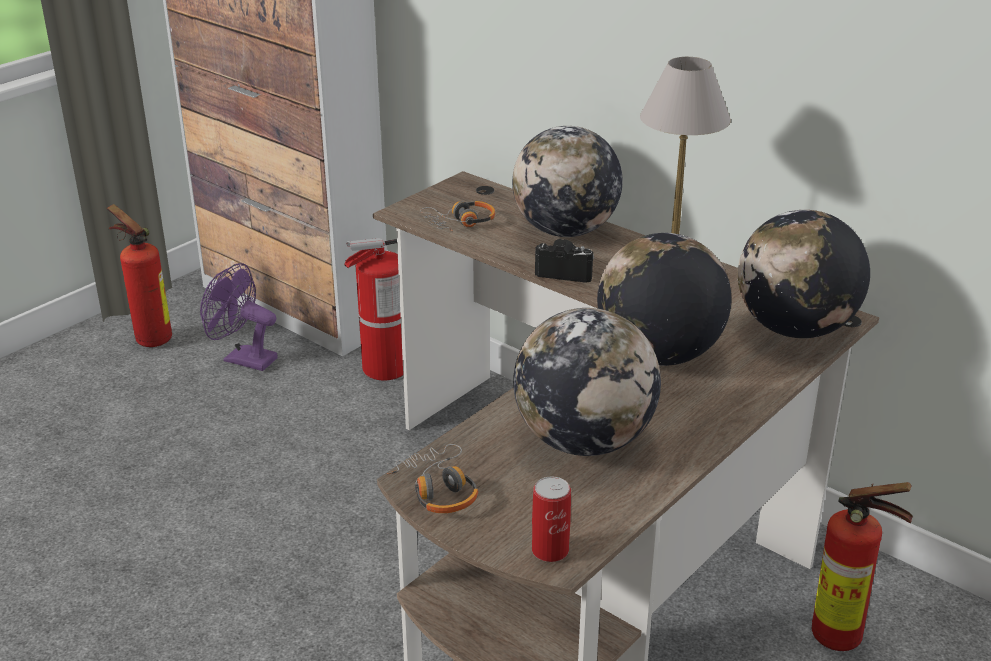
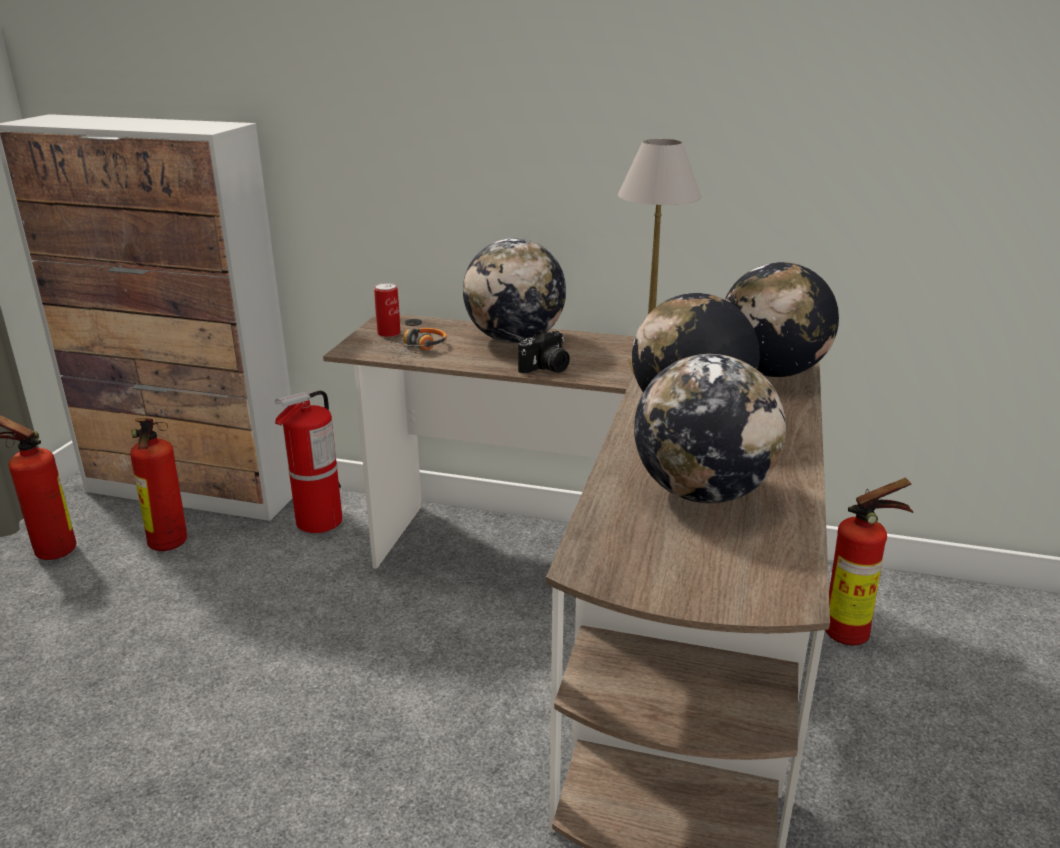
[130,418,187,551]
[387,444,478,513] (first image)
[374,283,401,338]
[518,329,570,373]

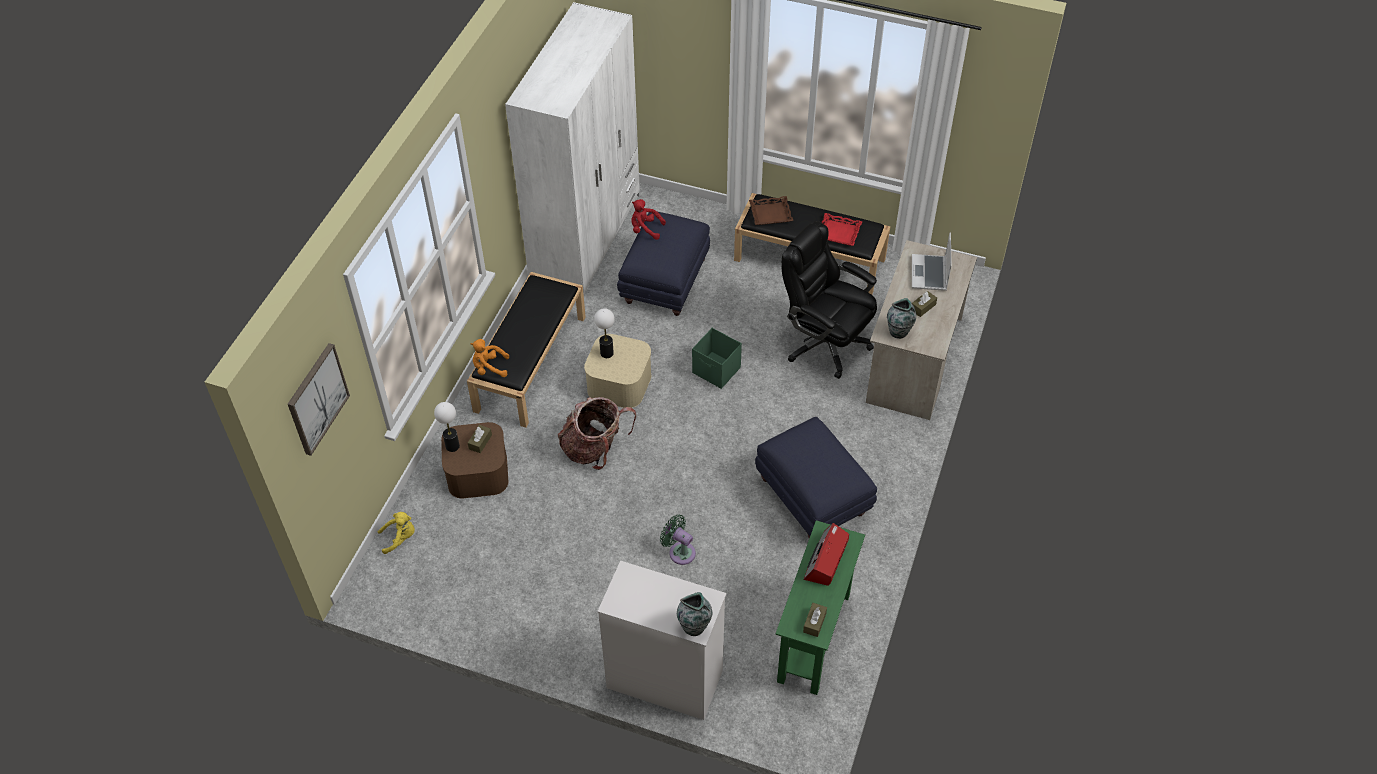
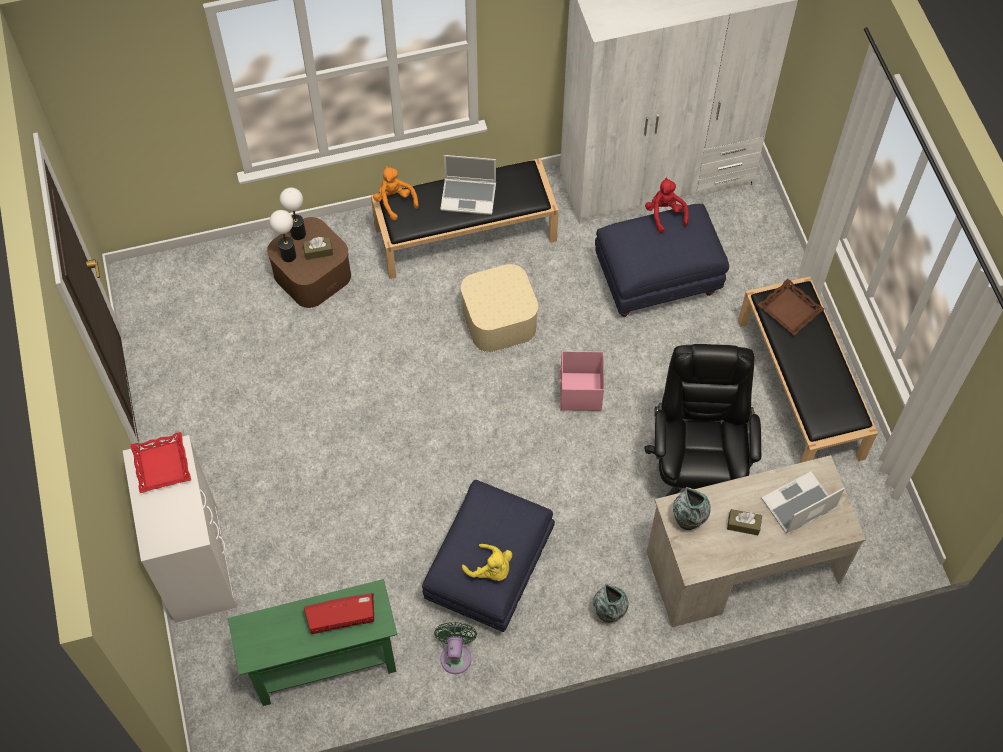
[288,343,350,456] (first image)
[462,544,512,581]
[558,397,636,470] (first image)
[269,210,296,262]
[434,622,477,674]
[593,584,629,623]
[559,351,604,411]
[803,603,827,637] (first image)
[131,432,191,493]
[440,155,496,215]

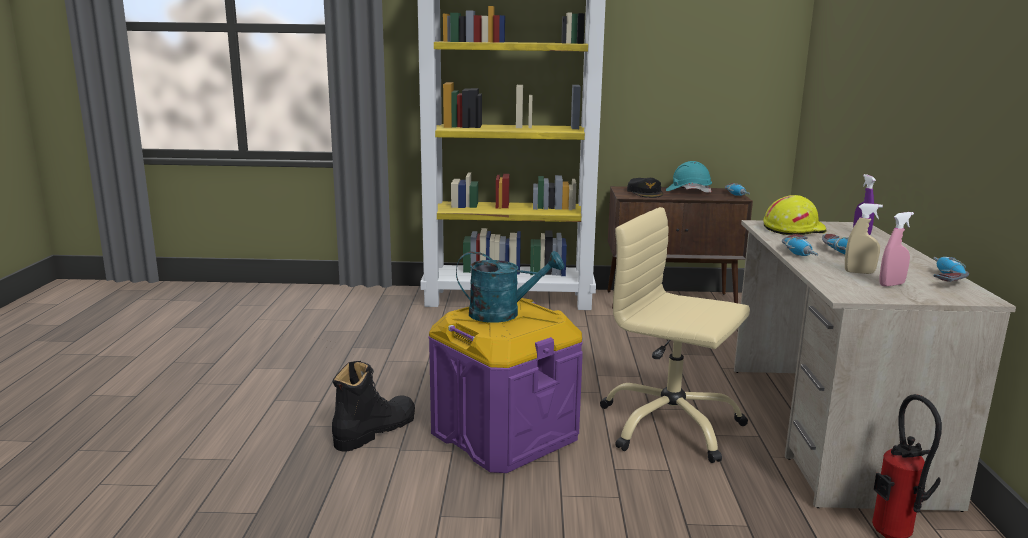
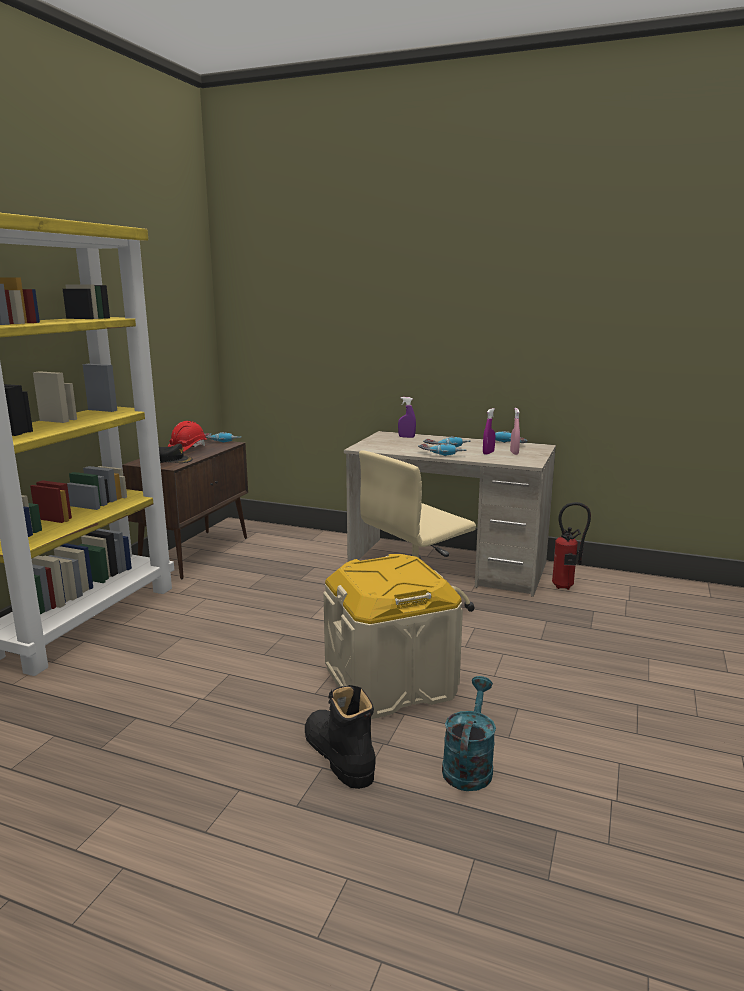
[323,554,463,719]
[442,676,496,791]
[168,421,207,452]
[763,195,827,235] (first image)
[483,408,495,455]

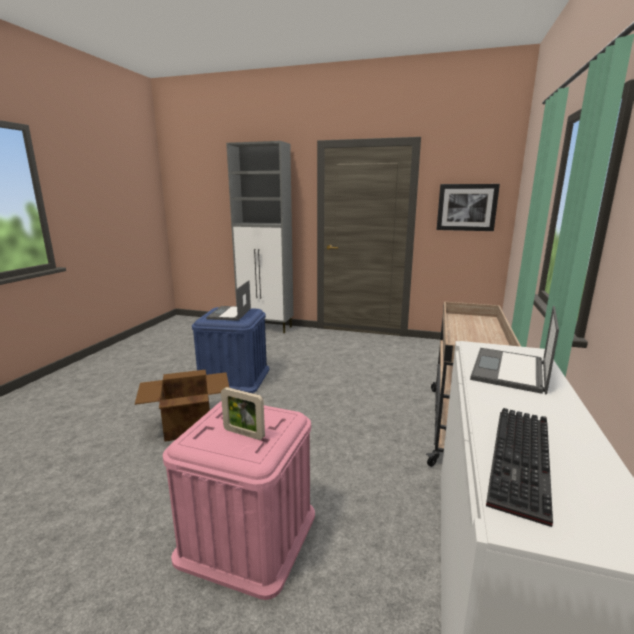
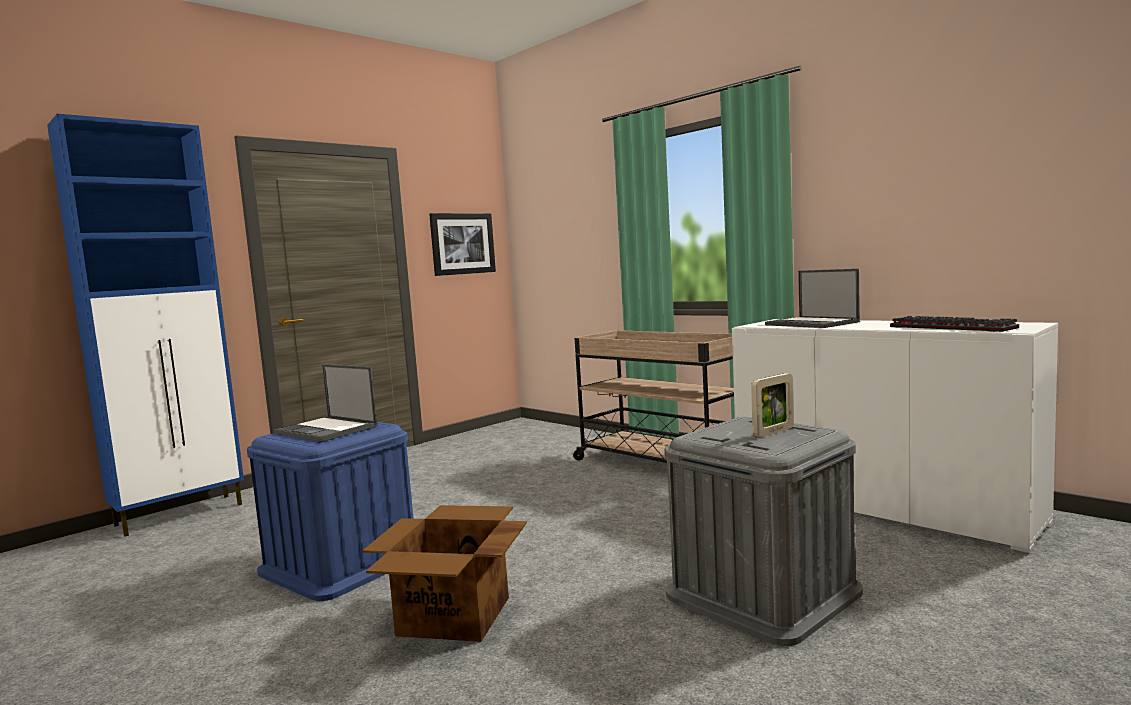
[664,417,863,646]
[47,114,244,537]

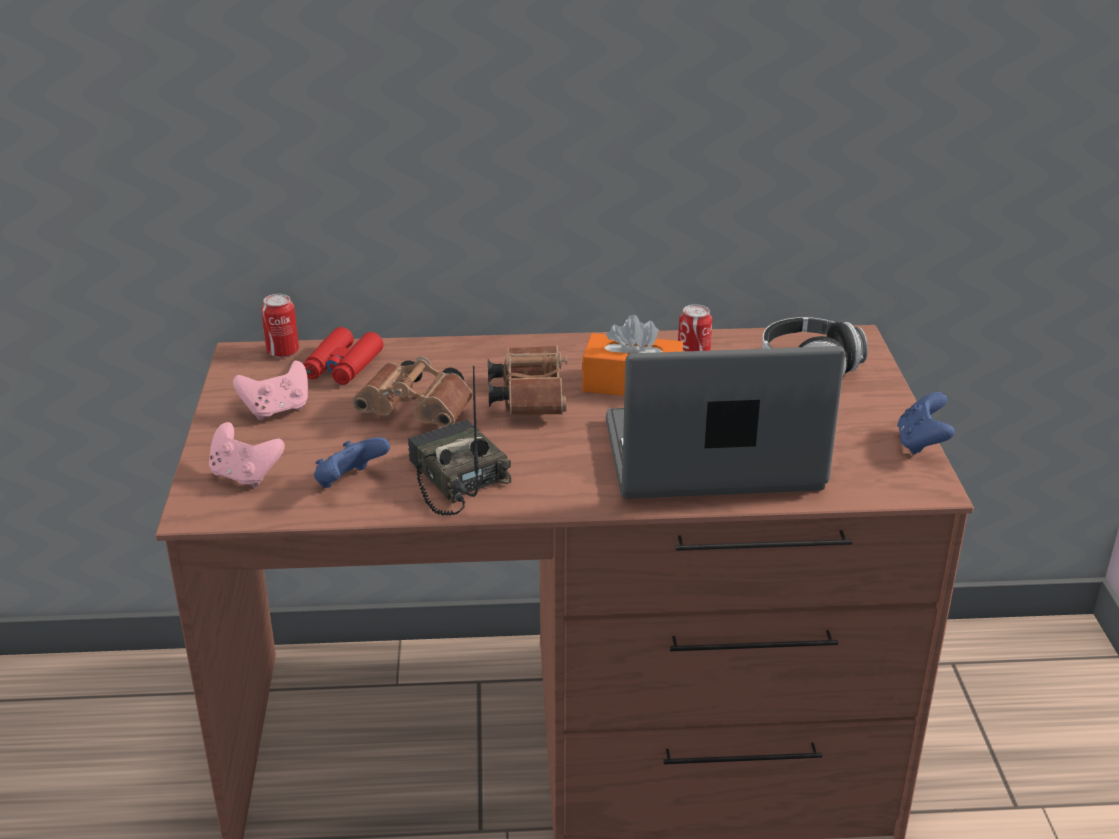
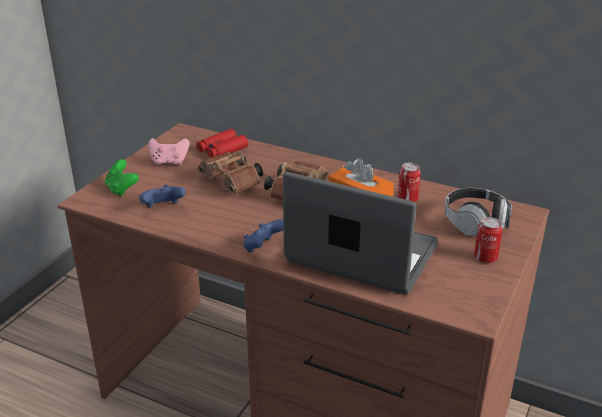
[105,159,139,197]
[474,217,503,263]
[408,366,511,516] (first image)
[243,219,283,252]

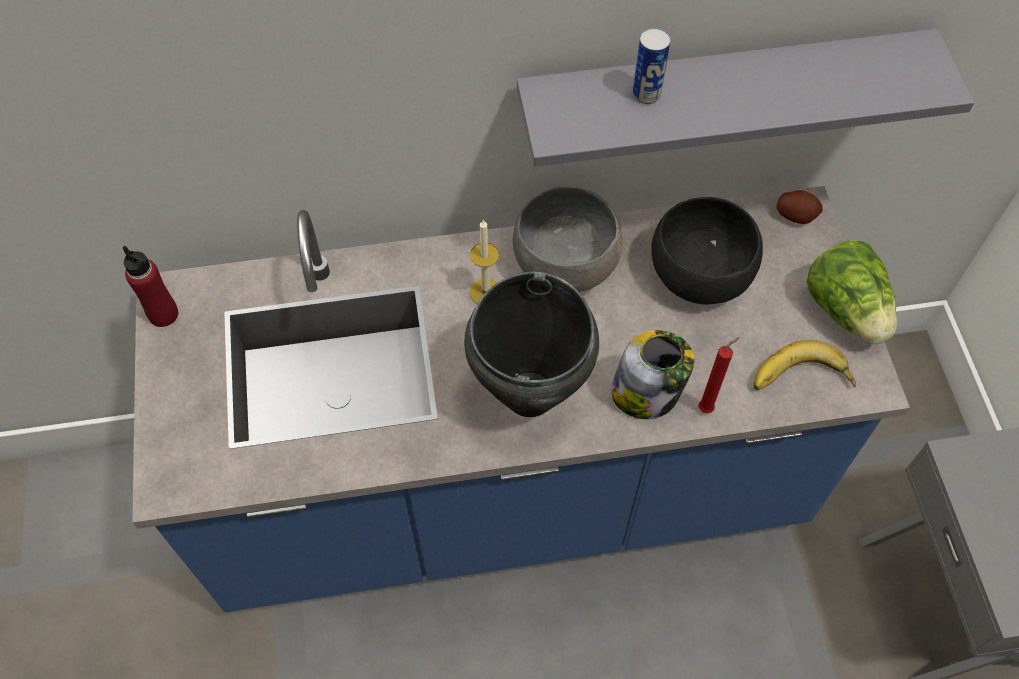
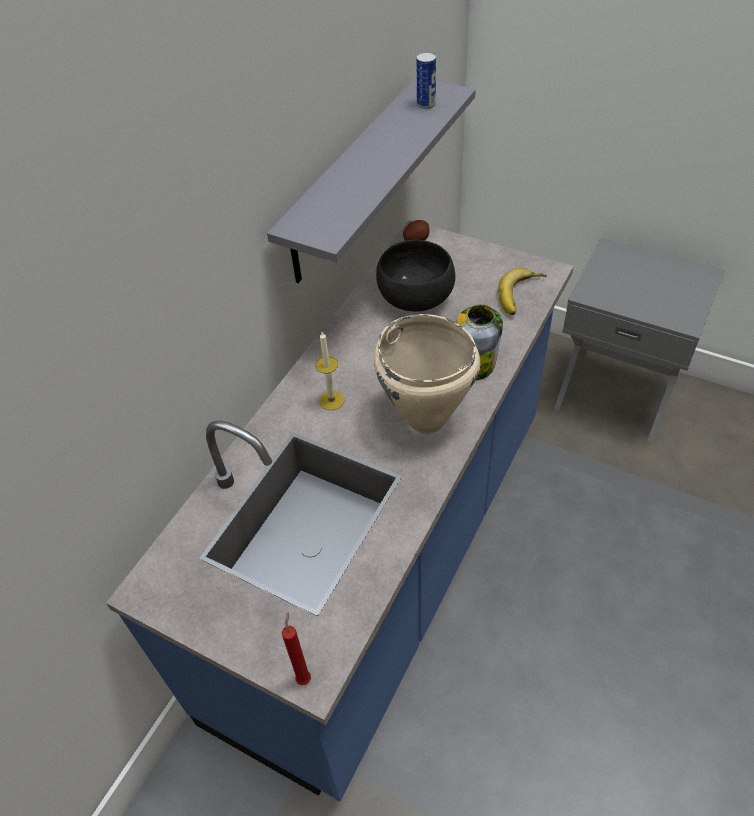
[123,246,178,327] (first image)
[374,314,480,434]
[513,186,623,292] (first image)
[416,52,436,109]
[282,612,311,685]
[807,240,897,344] (first image)

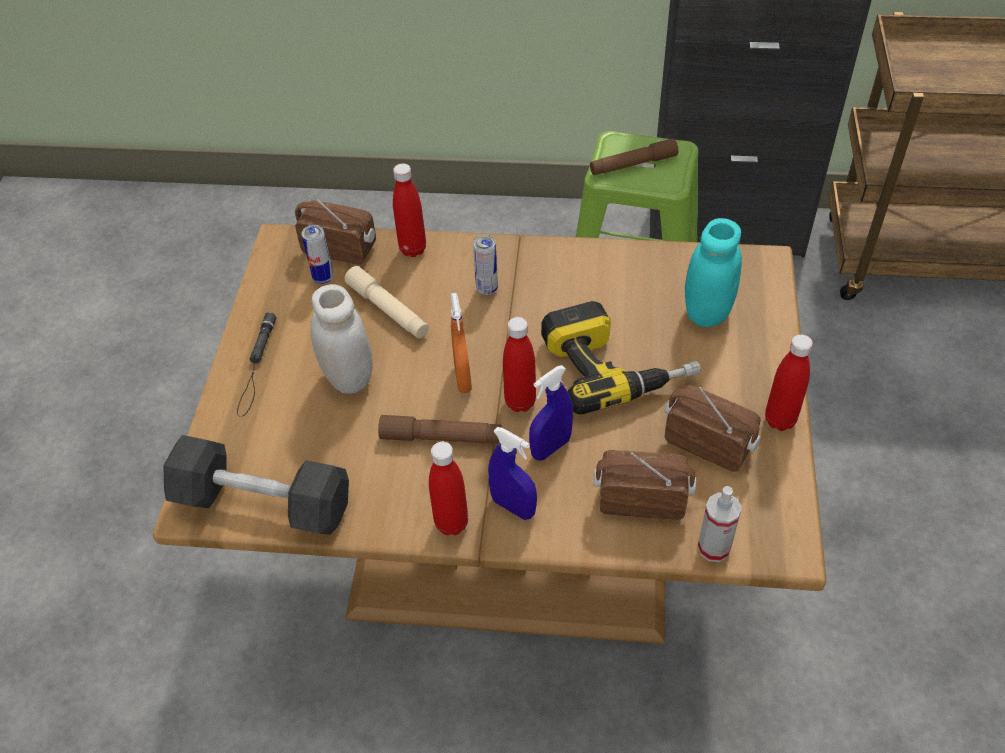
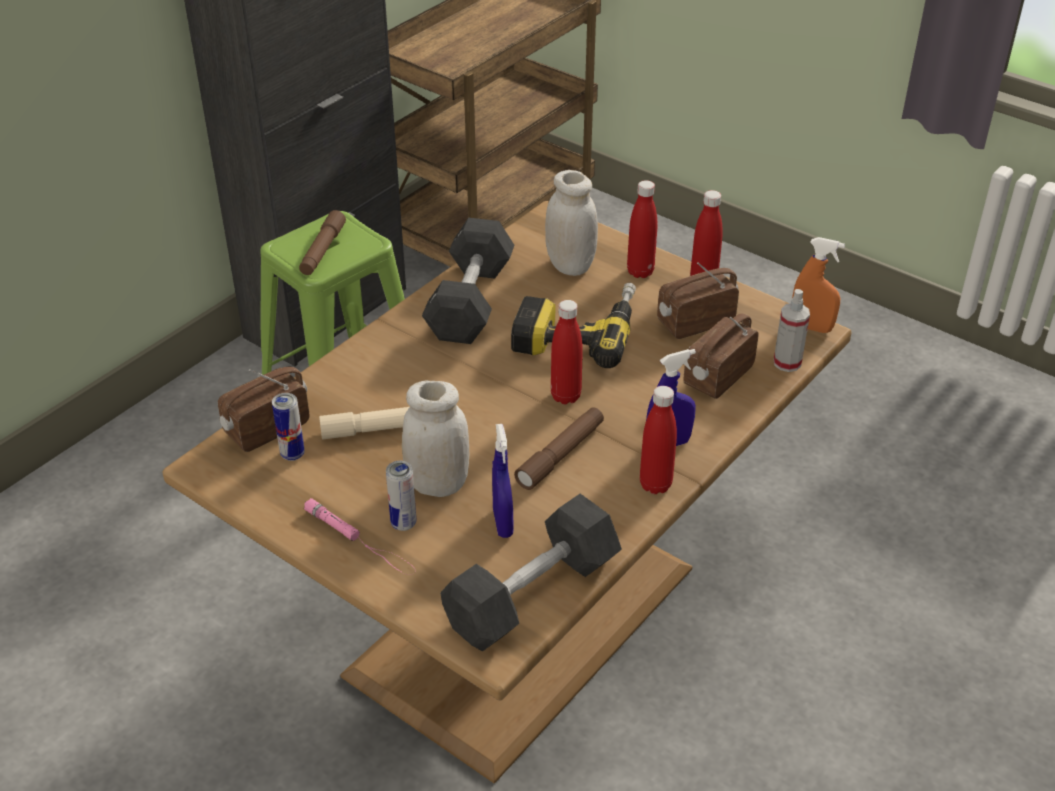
[304,498,416,575]
[627,180,658,278]
[792,237,845,333]
[386,461,416,531]
[492,424,514,538]
[545,170,598,276]
[422,218,515,344]

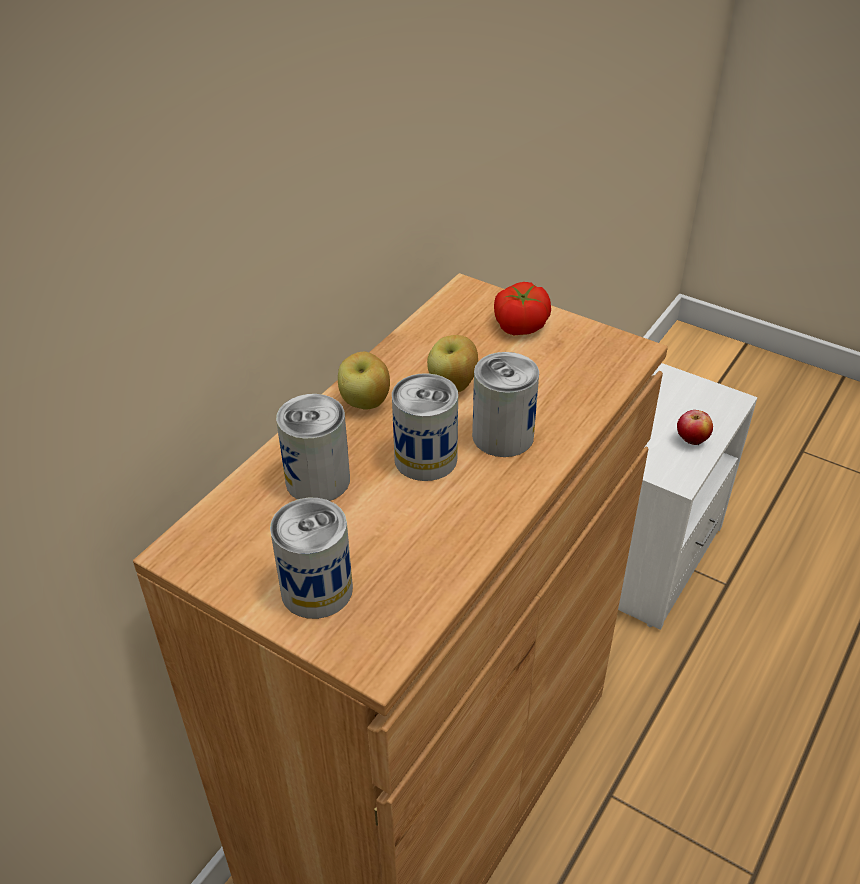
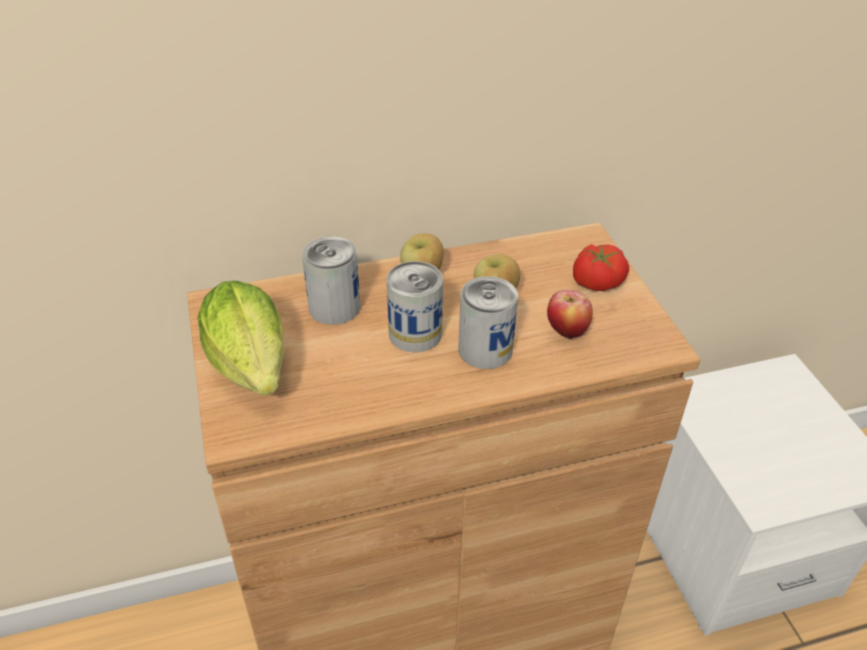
[197,281,284,396]
[547,290,593,339]

